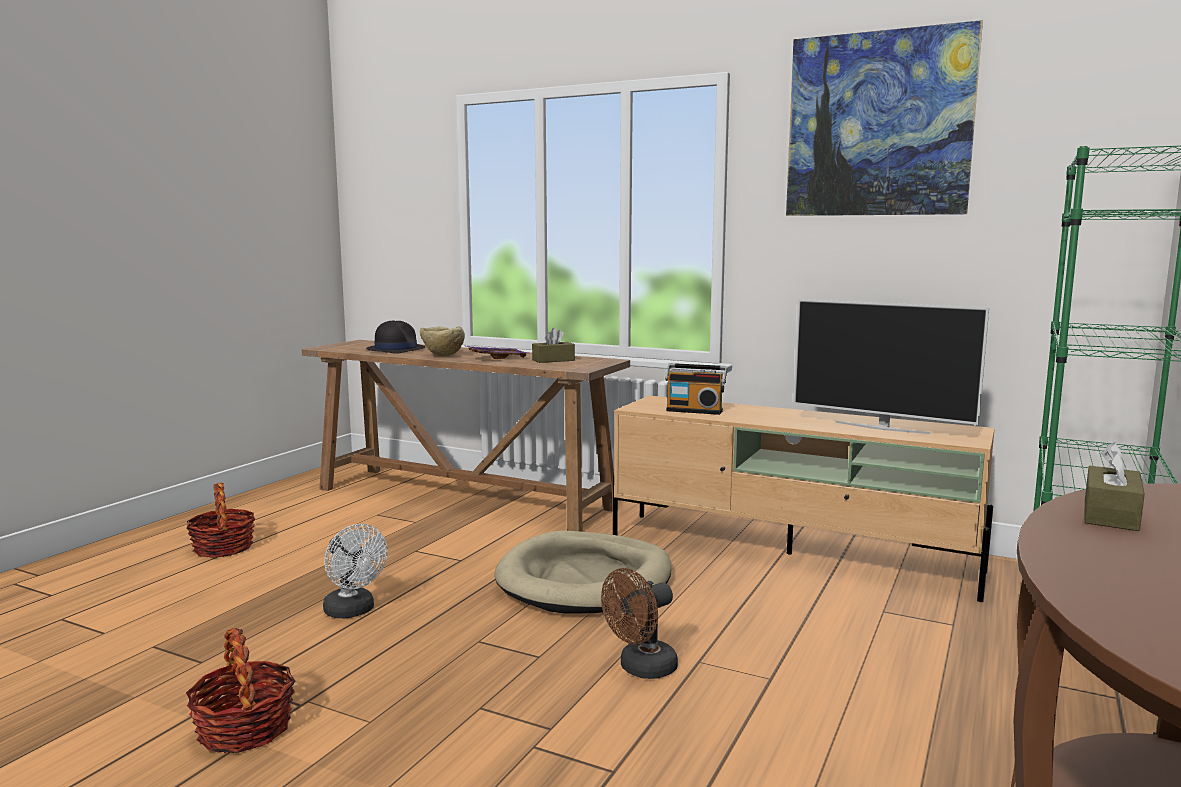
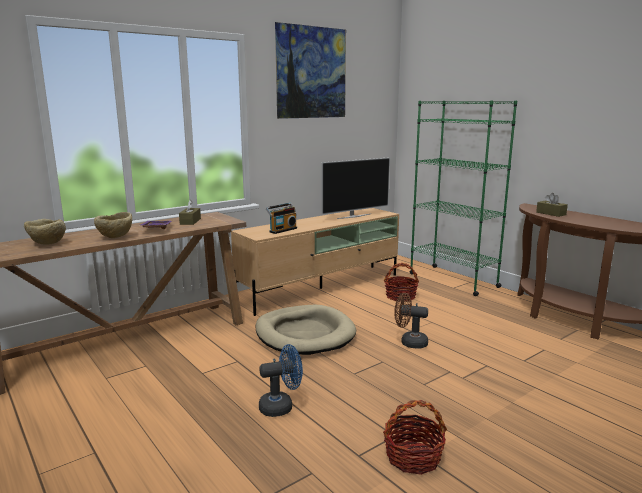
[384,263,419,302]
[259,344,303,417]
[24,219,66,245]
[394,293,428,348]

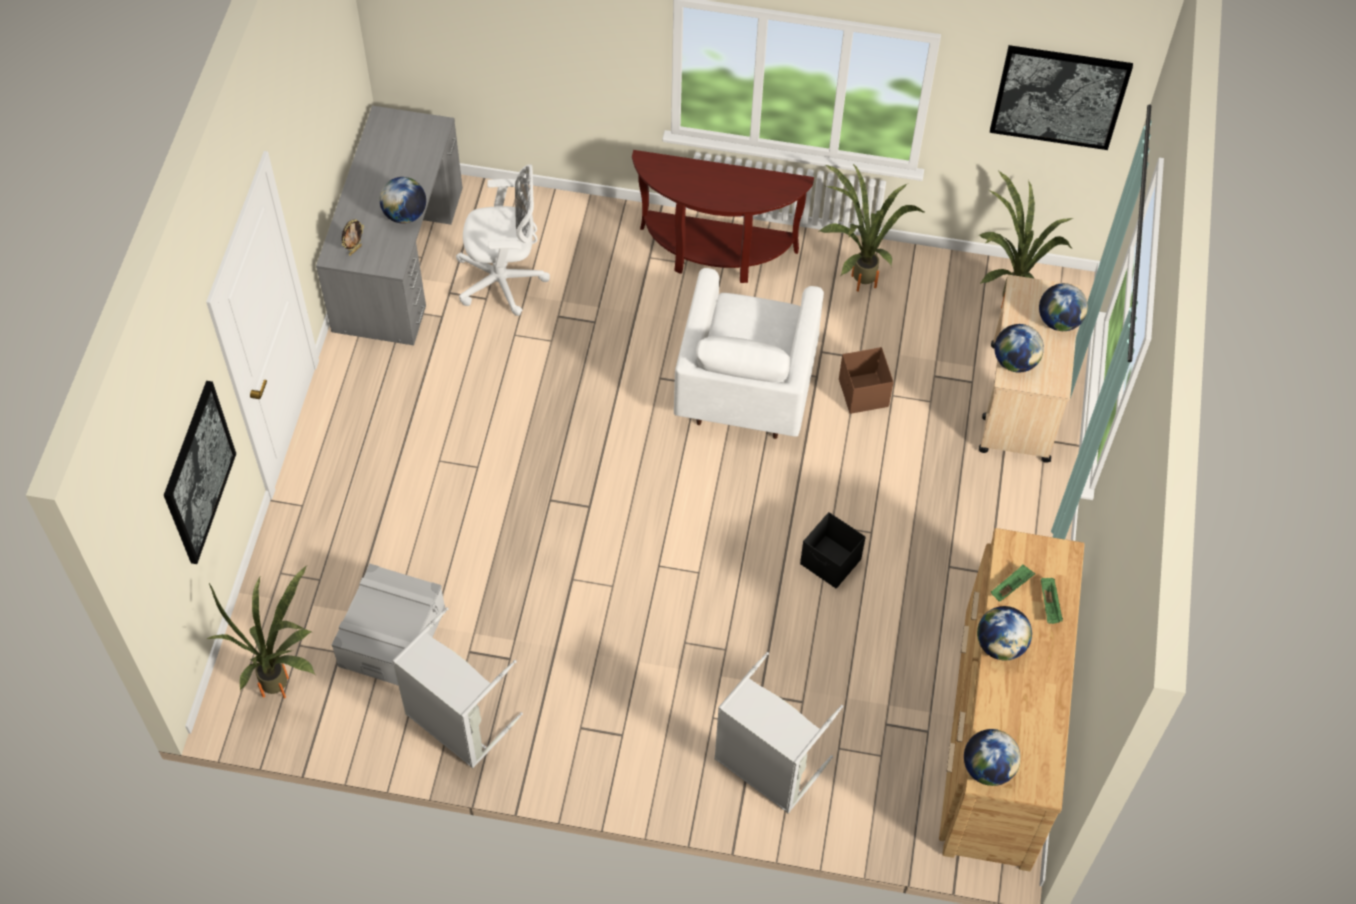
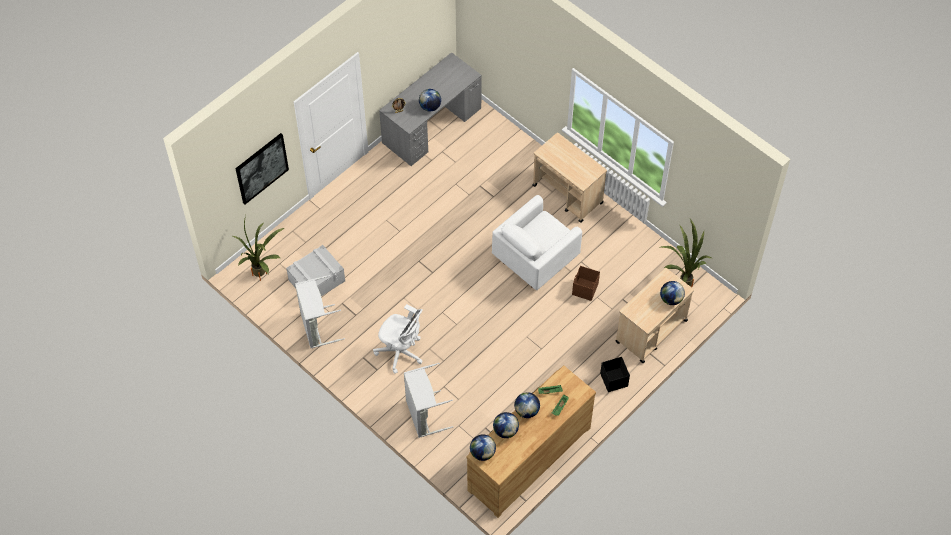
[373,304,423,374]
[532,133,607,223]
[600,357,630,392]
[820,164,926,292] (first image)
[990,45,1133,150] (first image)
[493,412,519,438]

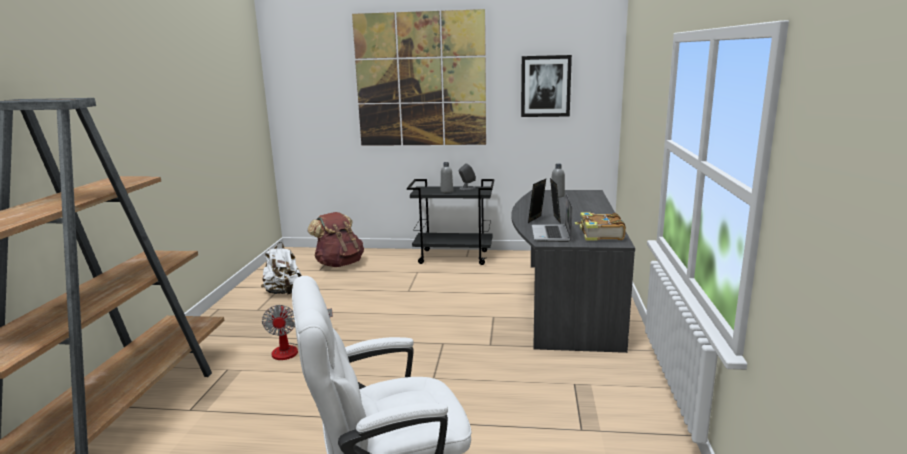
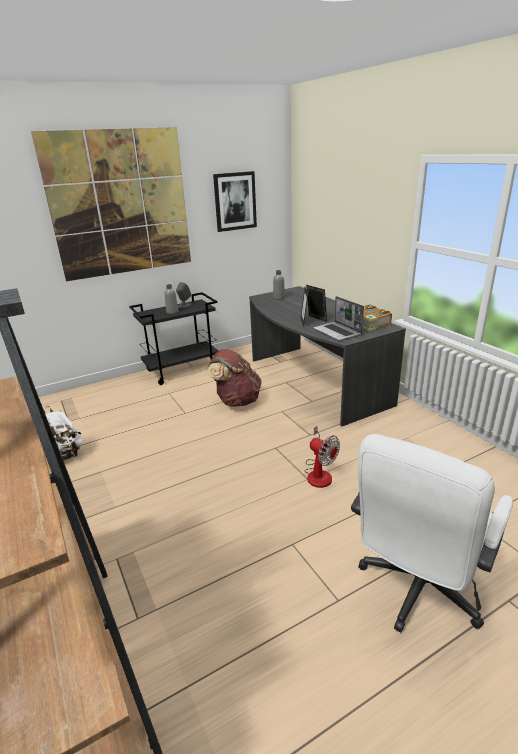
[305,426,340,488]
[208,349,262,407]

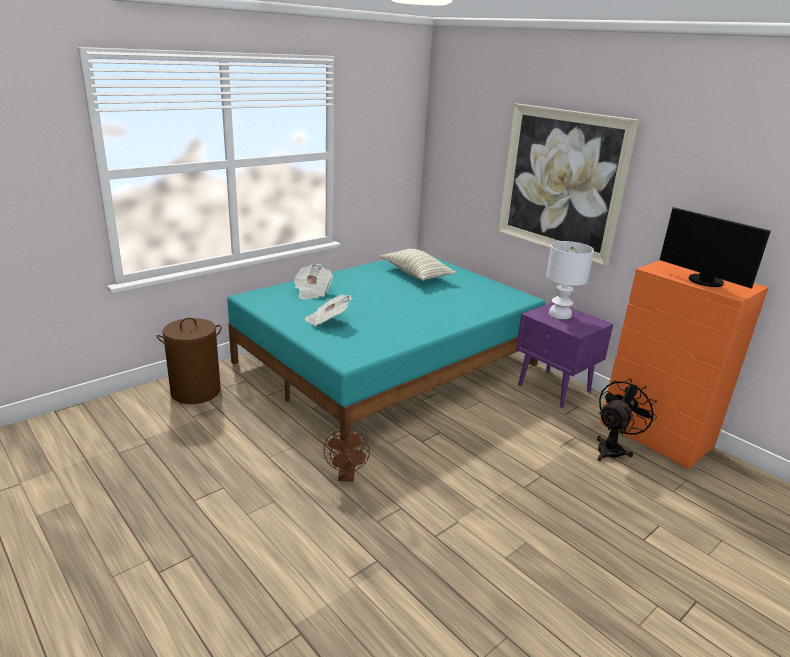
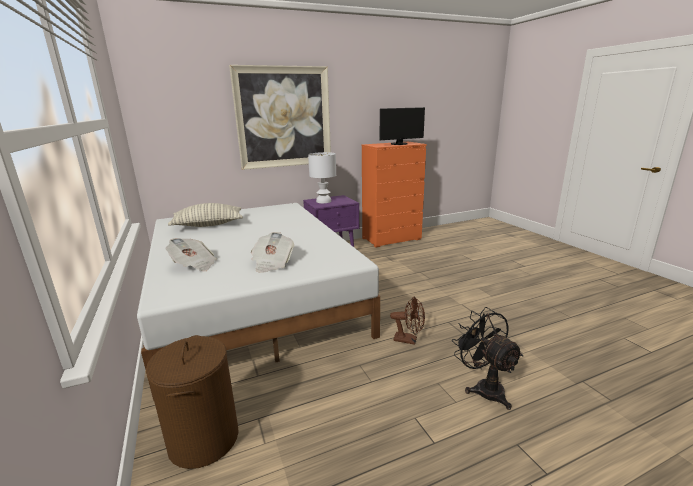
[137,203,380,401]
[452,307,524,410]

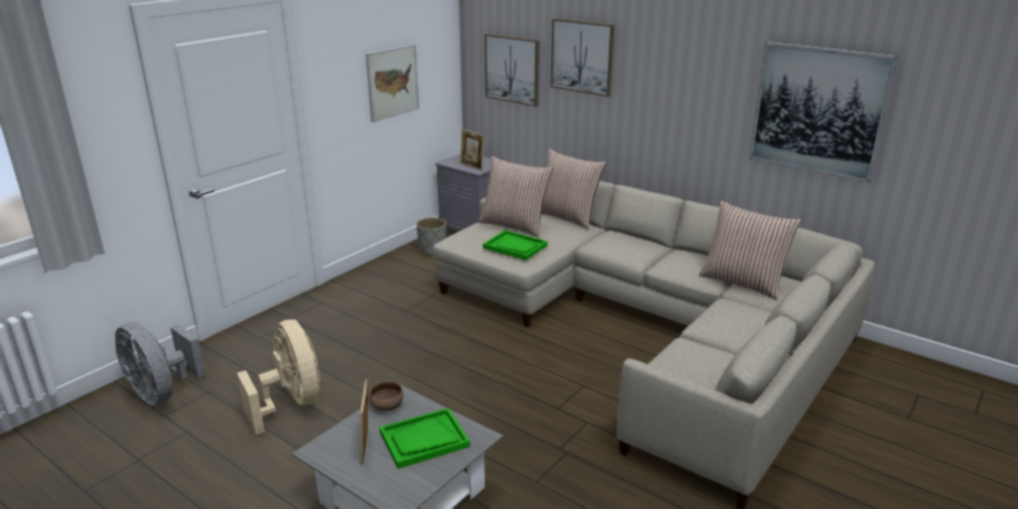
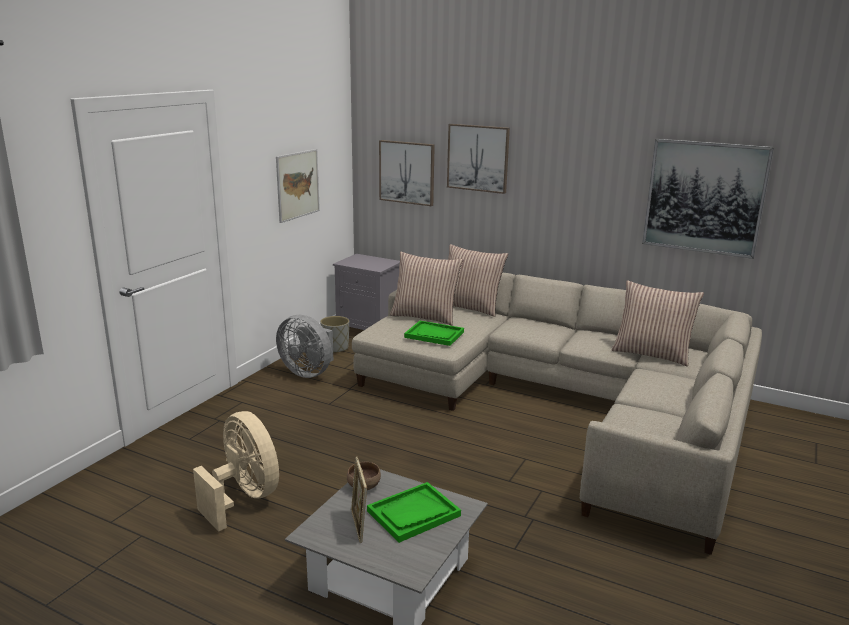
[276,315,333,378]
[460,129,485,171] (first image)

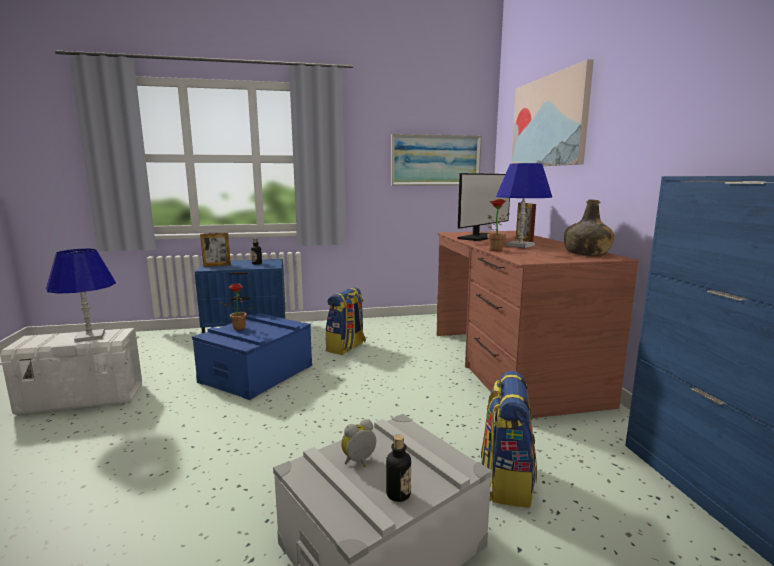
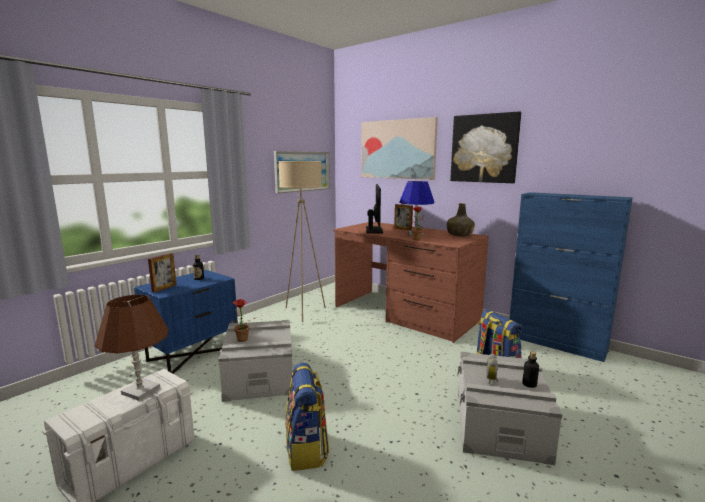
[95,295,168,401]
[218,320,293,402]
[285,363,329,471]
[278,161,326,322]
[450,111,521,183]

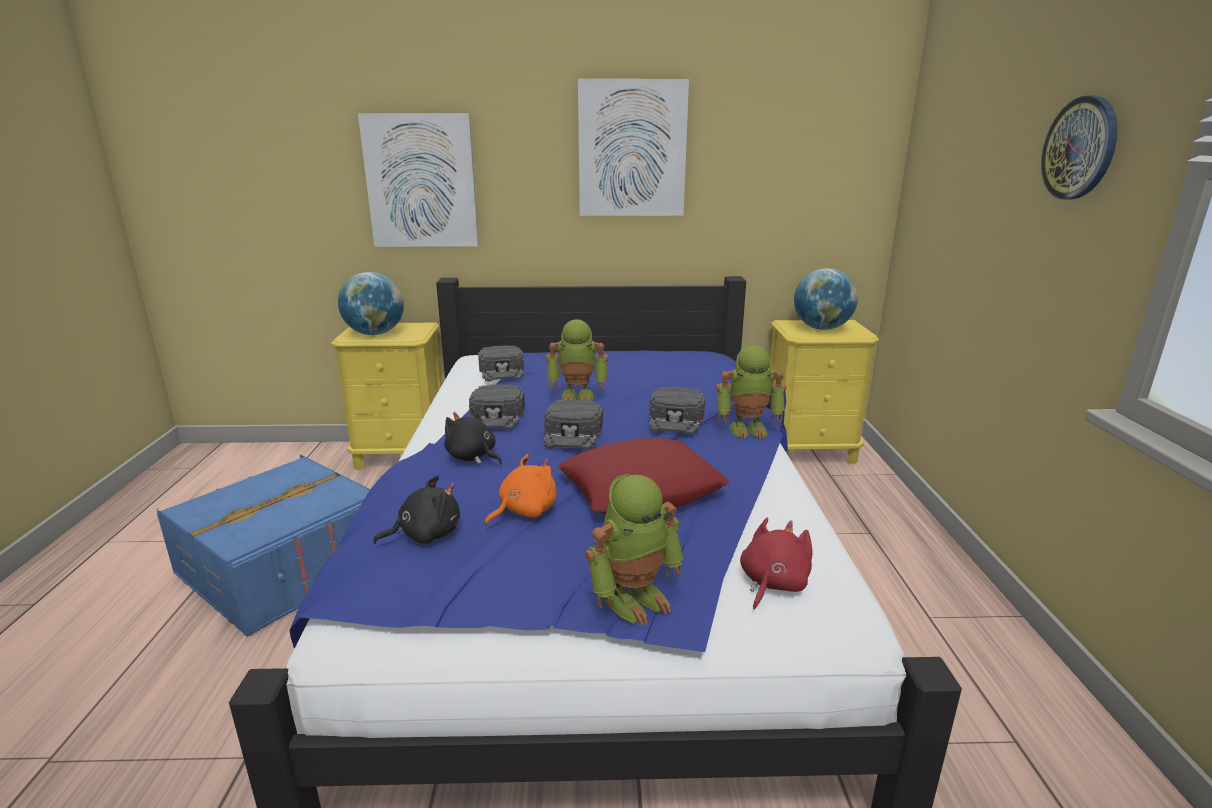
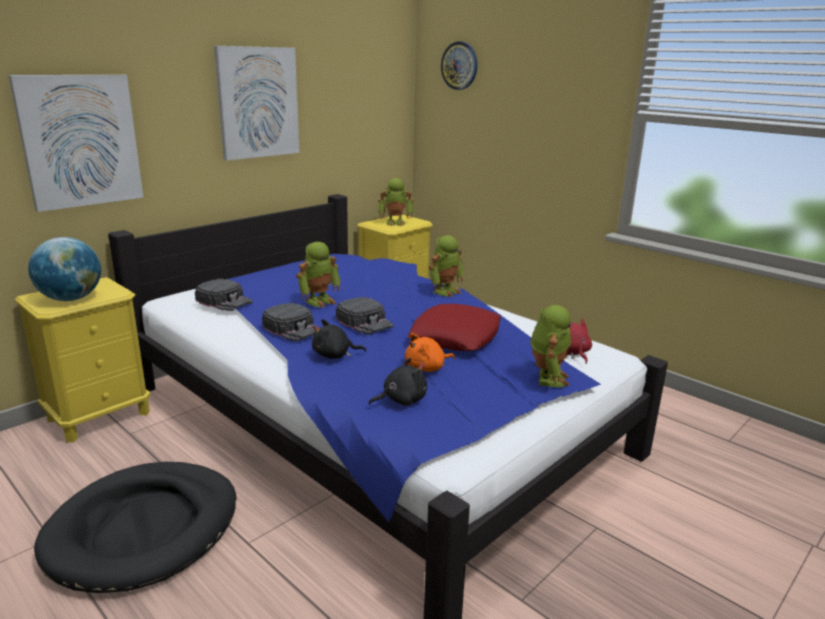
[34,462,236,593]
[368,358,427,406]
[405,333,455,372]
[649,387,705,435] (first image)
[378,178,414,226]
[441,42,478,90]

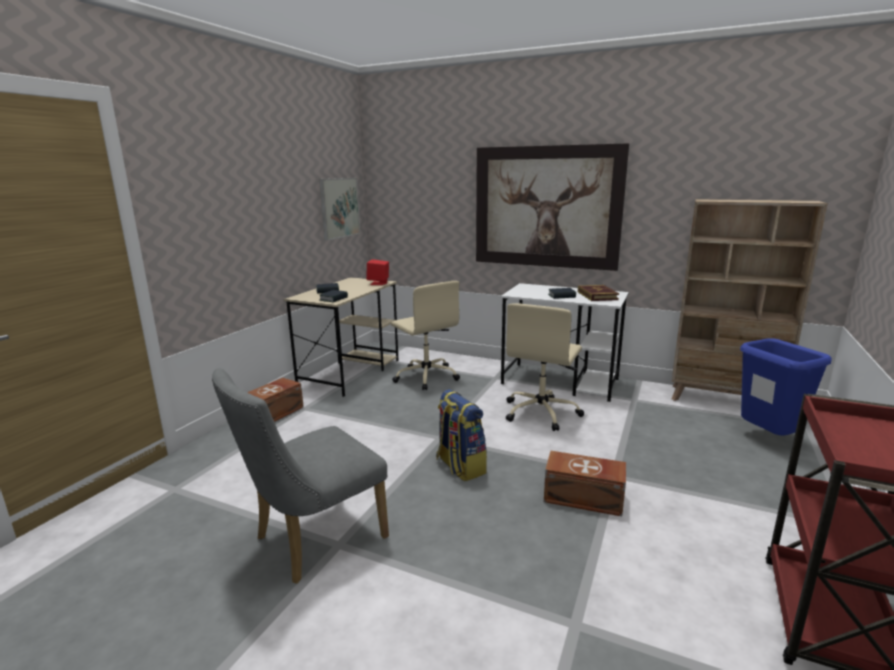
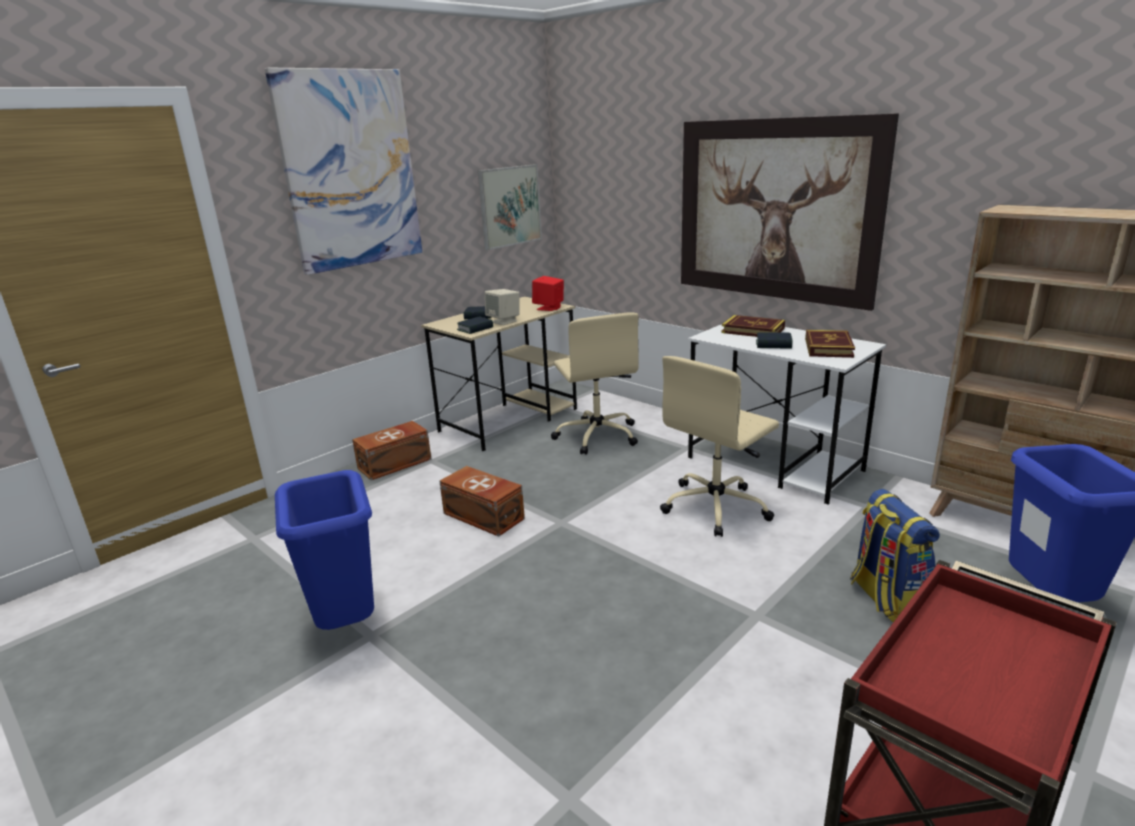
[275,470,374,630]
[850,489,940,622]
[439,466,525,537]
[265,67,422,275]
[485,289,520,325]
[721,315,785,337]

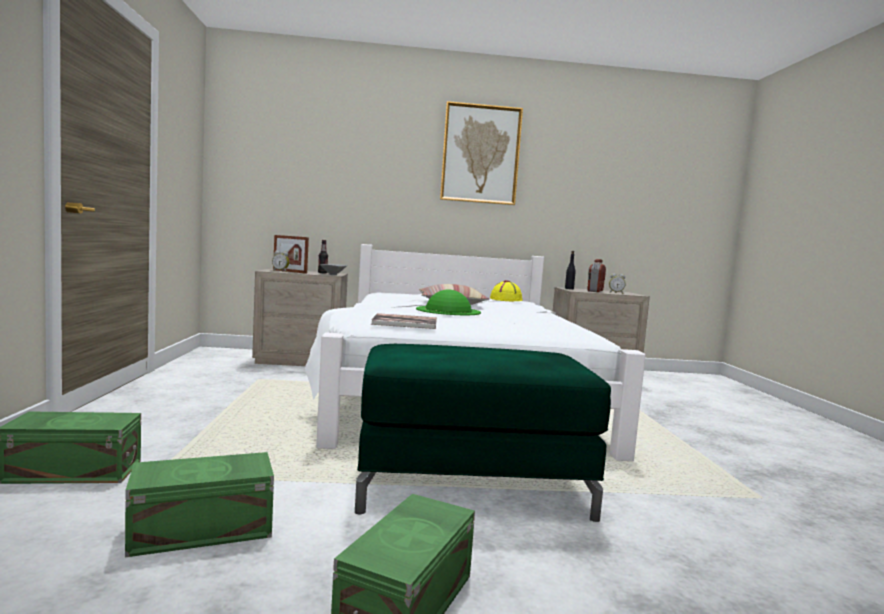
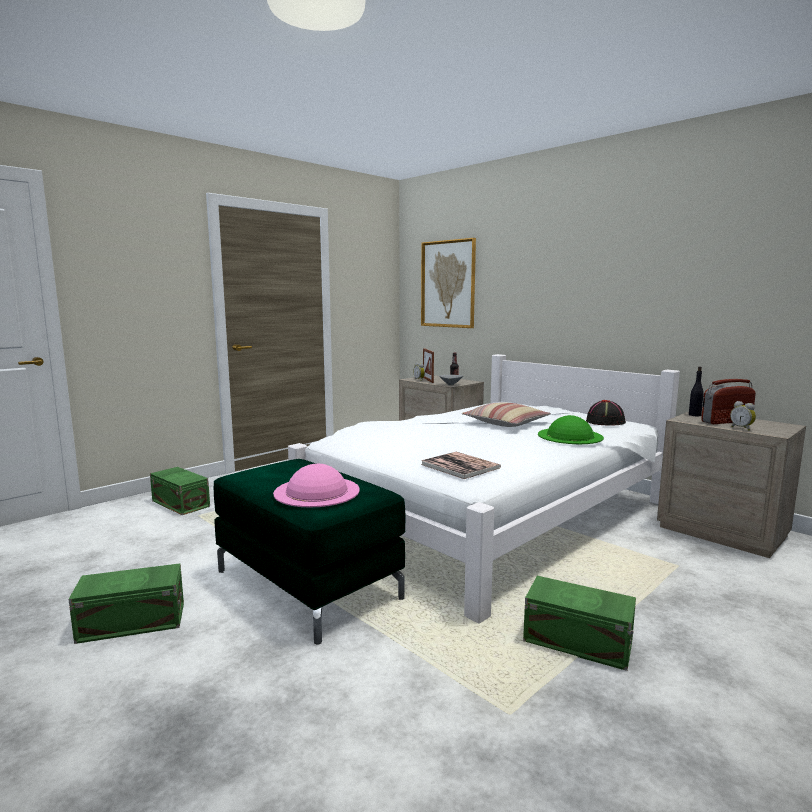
[523,576,636,671]
[421,452,501,479]
[538,415,604,444]
[421,238,476,328]
[586,400,626,426]
[273,464,360,508]

